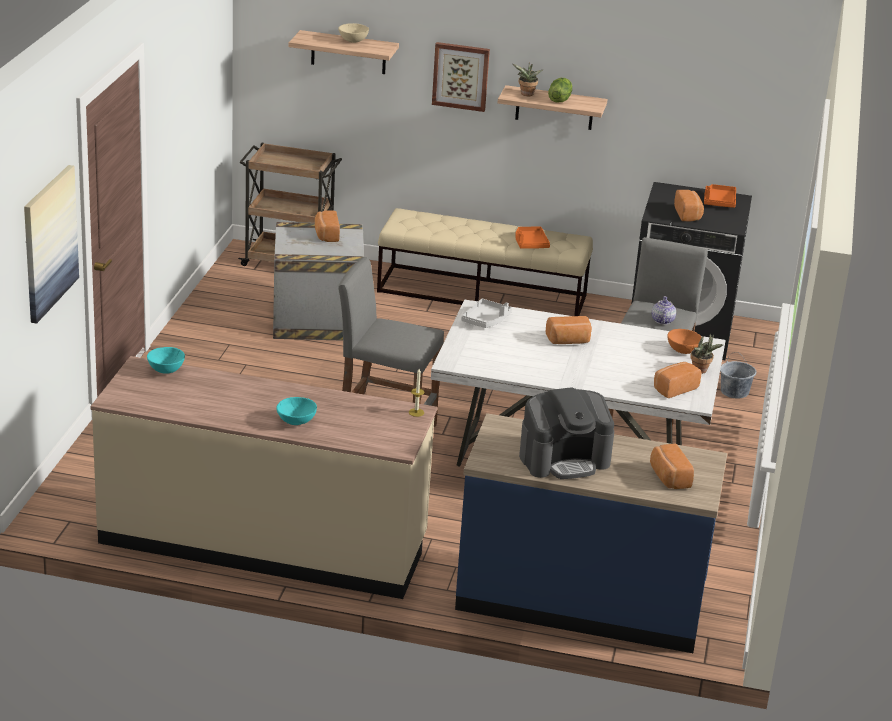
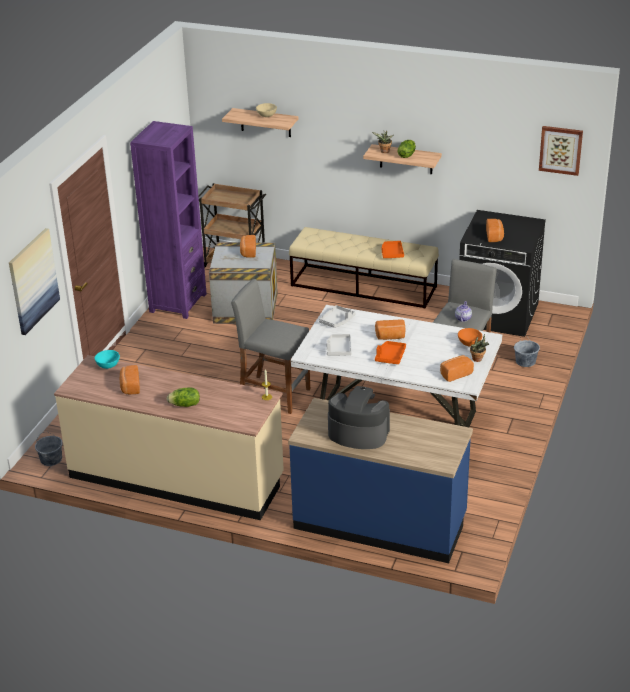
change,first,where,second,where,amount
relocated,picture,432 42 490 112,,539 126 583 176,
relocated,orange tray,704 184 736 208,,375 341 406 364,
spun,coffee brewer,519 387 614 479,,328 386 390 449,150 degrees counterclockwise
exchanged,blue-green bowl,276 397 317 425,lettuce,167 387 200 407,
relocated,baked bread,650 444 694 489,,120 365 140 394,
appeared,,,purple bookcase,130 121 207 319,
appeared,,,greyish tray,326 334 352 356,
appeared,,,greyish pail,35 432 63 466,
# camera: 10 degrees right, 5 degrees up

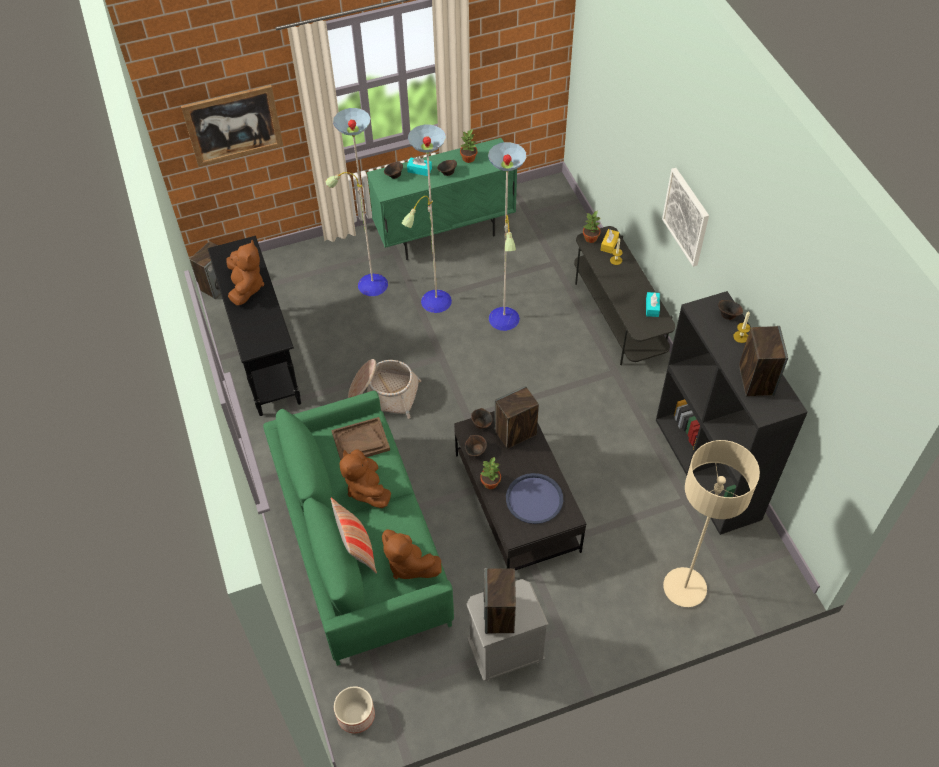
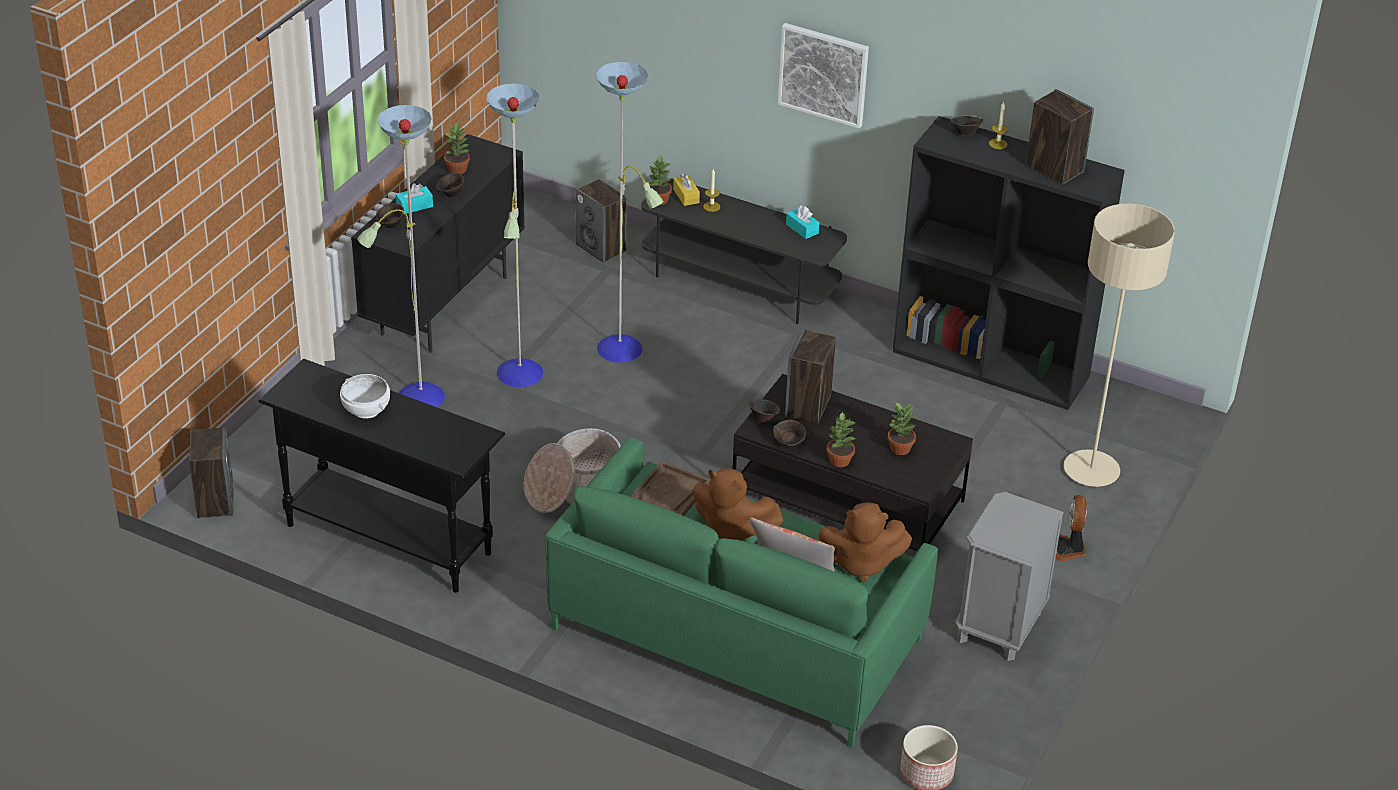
change,first,where,second,where,amount
missing,picture,181 85 283 167,,,
colour,greenish storage cabinet,367 138 517 260,black-coloured storage cabinet,351 134 525 353,
exchanged,brownish plush toy,227 240 264 306,whitish bowl,340 374 390 419,
exchanged,blue-coloured tray,506 473 563 524,potted plant,888 402 917 455,
relocated,speaker,484 568 516 634,,576 179 626 263,
appeared,,,electric fan,1055 495 1086 561,
# camera: 45 degrees left, 15 degrees down

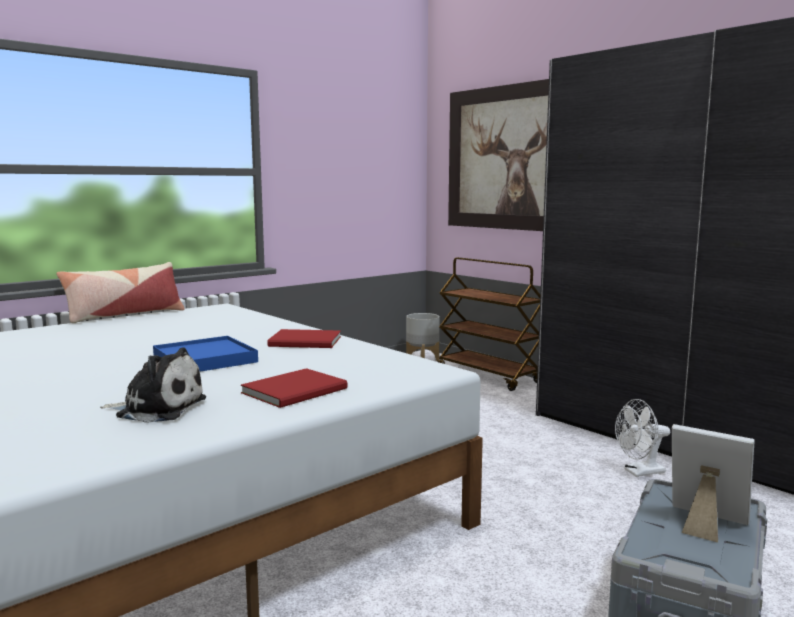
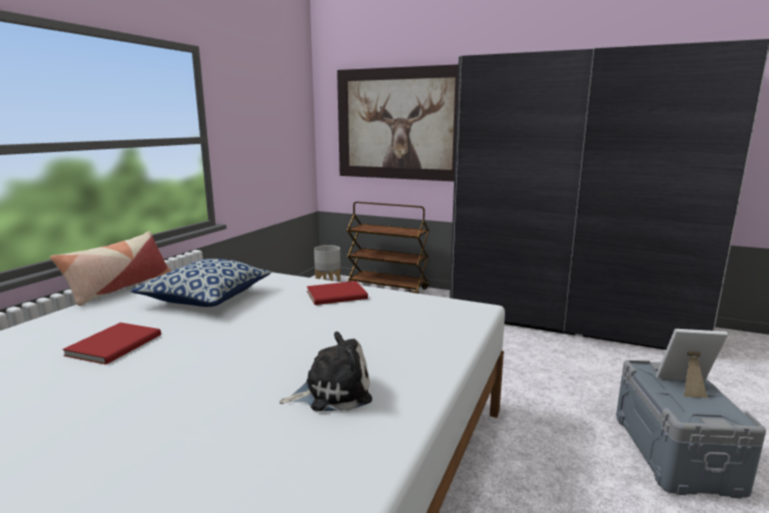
change,first,where,second,where,amount
missing,blue-coloured tray,153 336 258 372,,,
relocated,reddish book,241 368 348 408,,62 322 161 365,
missing,whitish electric fan,615 399 670 477,,,
appeared,,,pillow,131 259 272 307,
# camera: 25 degrees left, 5 degrees up

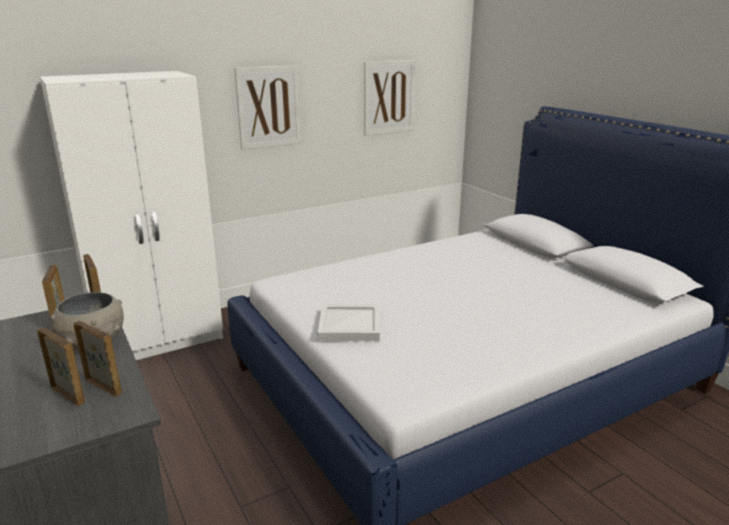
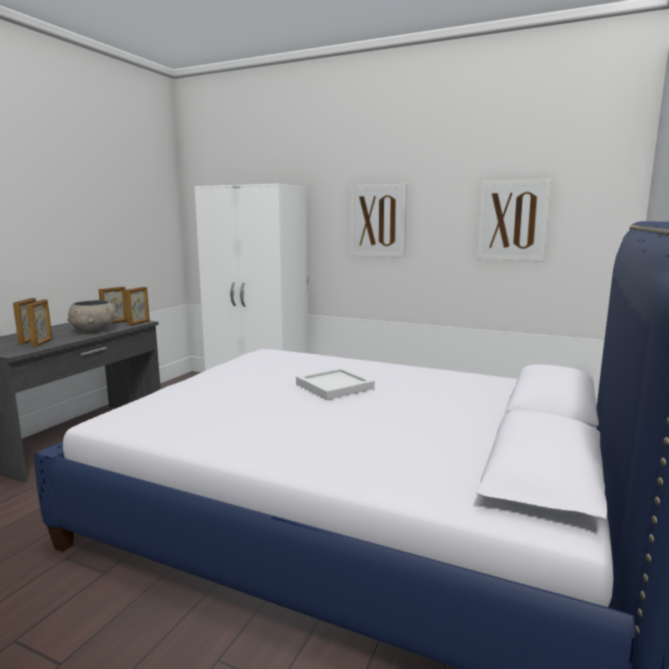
change,first,where,second,where,amount
relocated,whitish tray,318 304 380 341,,296 368 375 400,
# camera: 55 degrees right, 10 degrees down

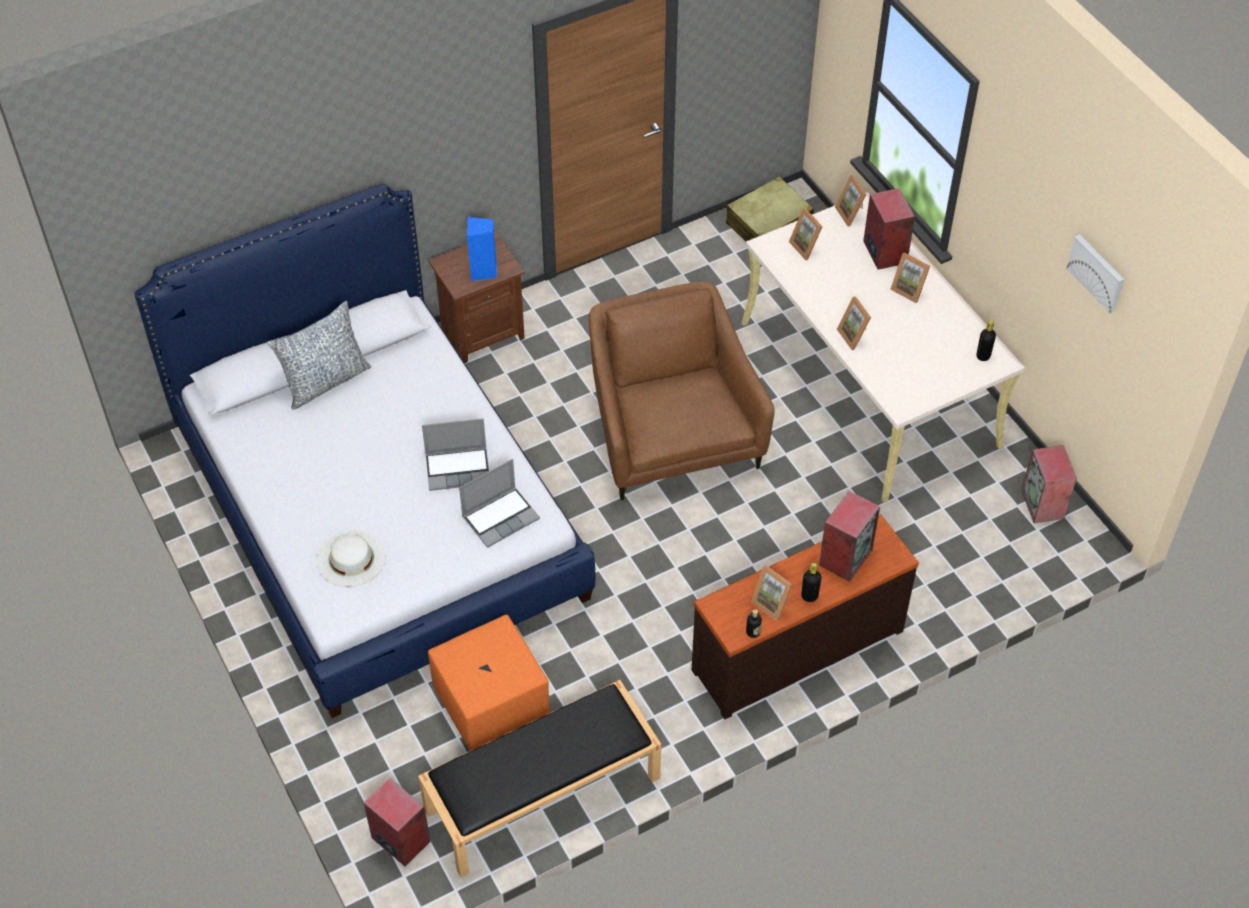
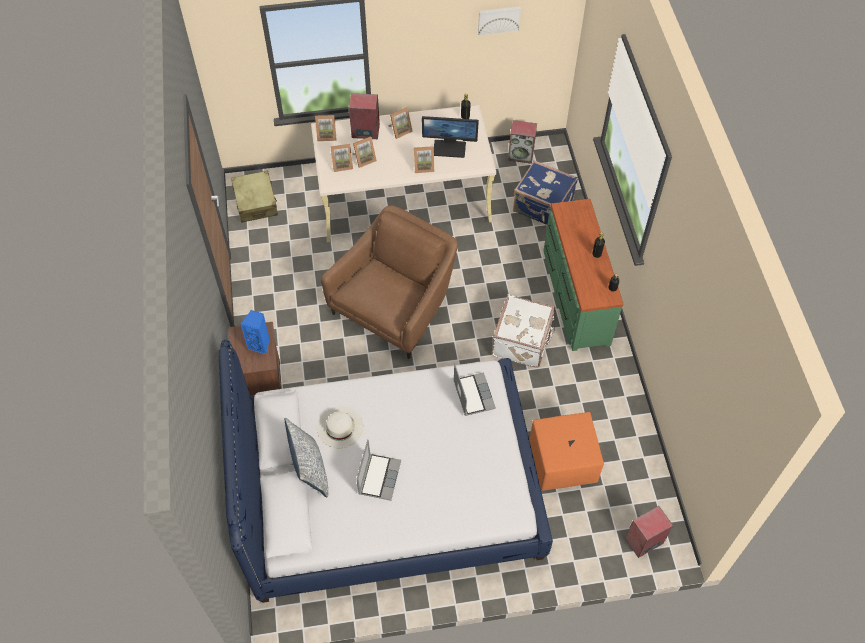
change,first,where,second,where,amount
spun,brownish easy chair,589 281 775 500,,321 205 458 359,120 degrees clockwise
relocated,portable computer,422 419 489 491,,356 439 401 501,
missing,speaker,819 491 880 582,,,
colour,brownish drawer chest,692 514 919 719,greenish drawer chest,543 199 623 351,
relocated,whitish hat,317 530 386 587,,317 406 363 448,
relocated,photo frame,751 565 792 621,,352 136 377 168,
missing,black-coloured bench,418 680 661 878,,,
appeared,,,computer display,422 116 479 158,
appeared,,,blue-coloured suitcase,513 160 578 225,
appeared,,,whitish suitcase,492 294 555 367,
# camera: 70 degrees left, 5 degrees up

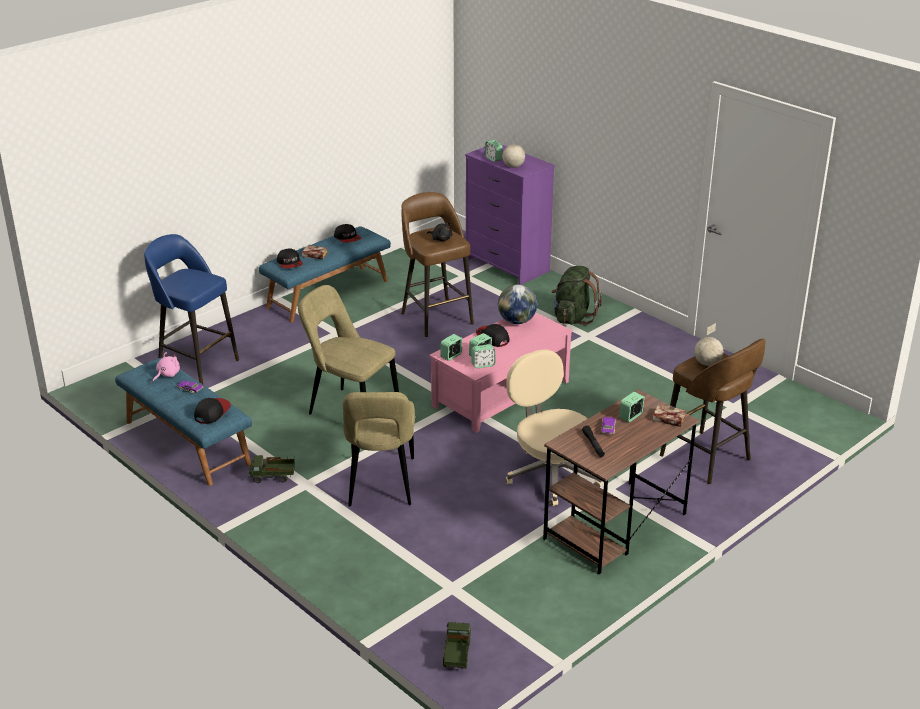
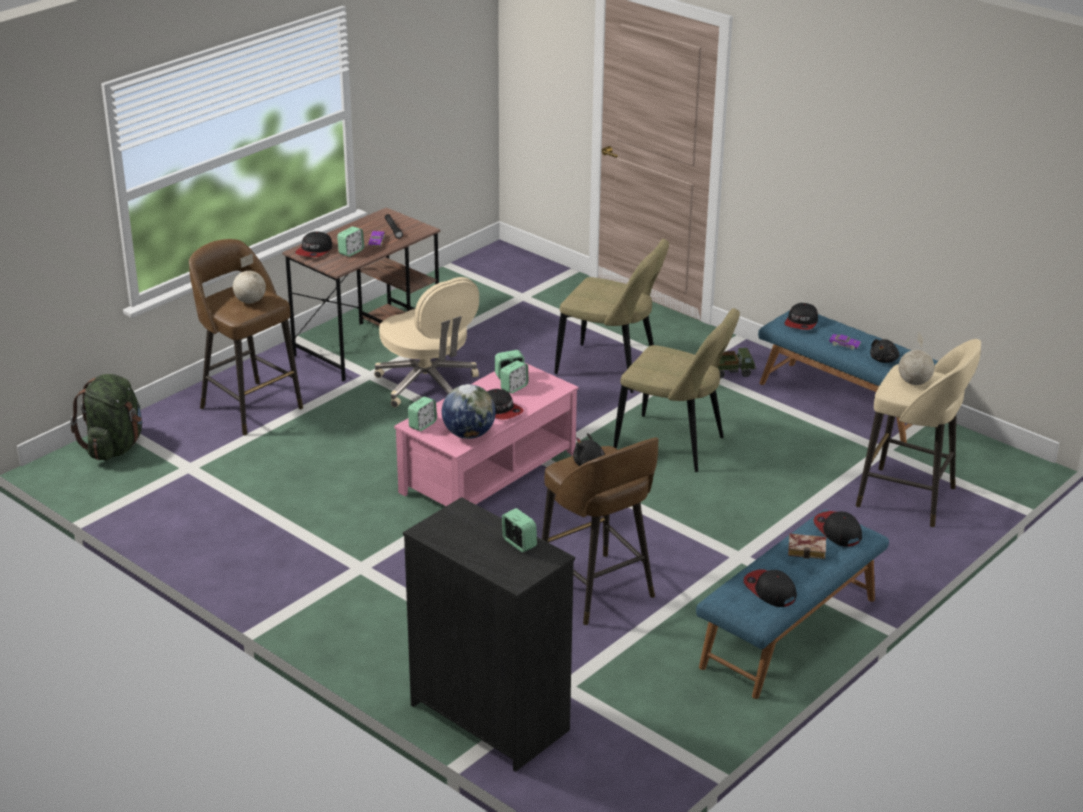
change,first,where,second,where,amount
relocated,world globe,502 134 525 168,,898 331 934 385,
colour,purple drawer chest,465 144 555 285,black-coloured drawer chest,403 497 575 772,
colour,blue-coloured sitting stool,144 234 239 384,sand-coloured sitting stool,856 339 981 527,
relocated,greenish rucksack,551 266 602 325,,71 374 143 460,
relocated,bedside clock,440 334 463 361,,408 396 437 431,
colour,pink-coloured plush toy,153 352 180 382,black-coloured plush toy,870 339 900 363,
spun,sand-coloured chair,343 392 415 507,,554 239 669 393,120 degrees clockwise
exchanged,book,652 405 686 427,baseball cap,295 231 332 257,
missing,model truck,443 622 471 669,,,
# camera: 175 degrees right, 0 degrees up

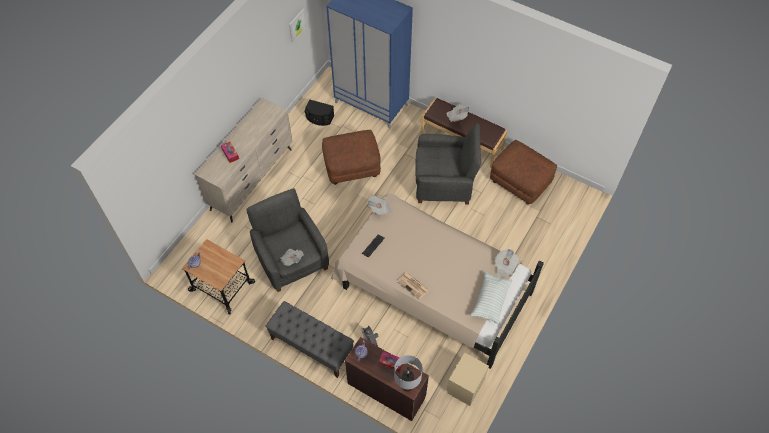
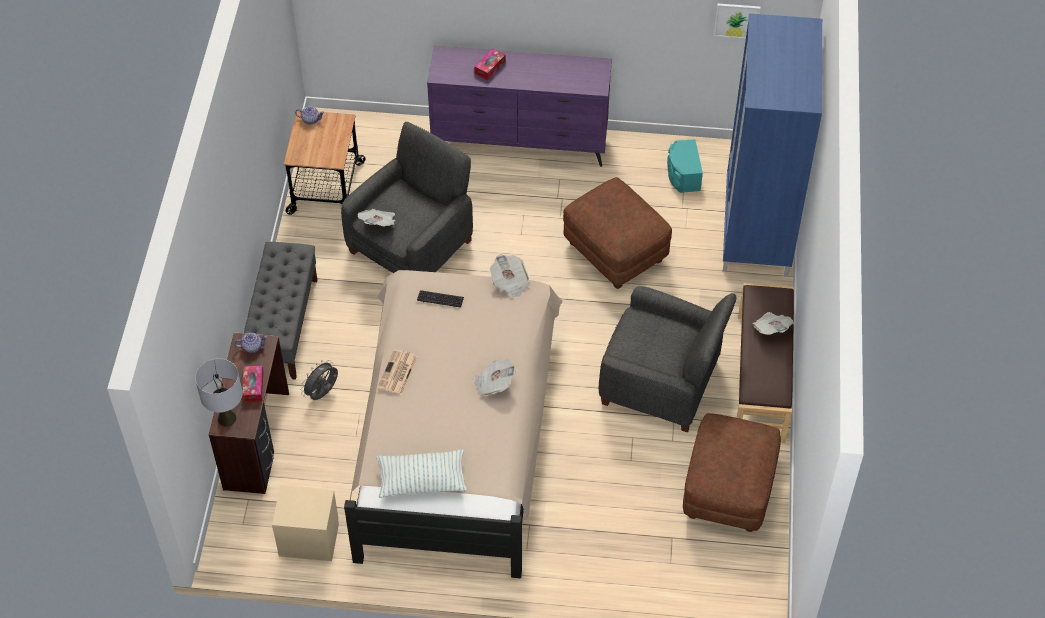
change,first,where,second,where,amount
colour,sand-coloured drawer chest,194 98 292 222,purple drawer chest,427 45 612 167,
colour,black-coloured speaker,305 99 334 126,blue-green speaker,667 139 703 193,
spun,greyish easy chair,415 123 481 205,,599 286 737 432,45 degrees counterclockwise
relocated,newspaper,495 249 520 276,,473 359 516 396,
# camera: 65 degrees right, 5 degrees down

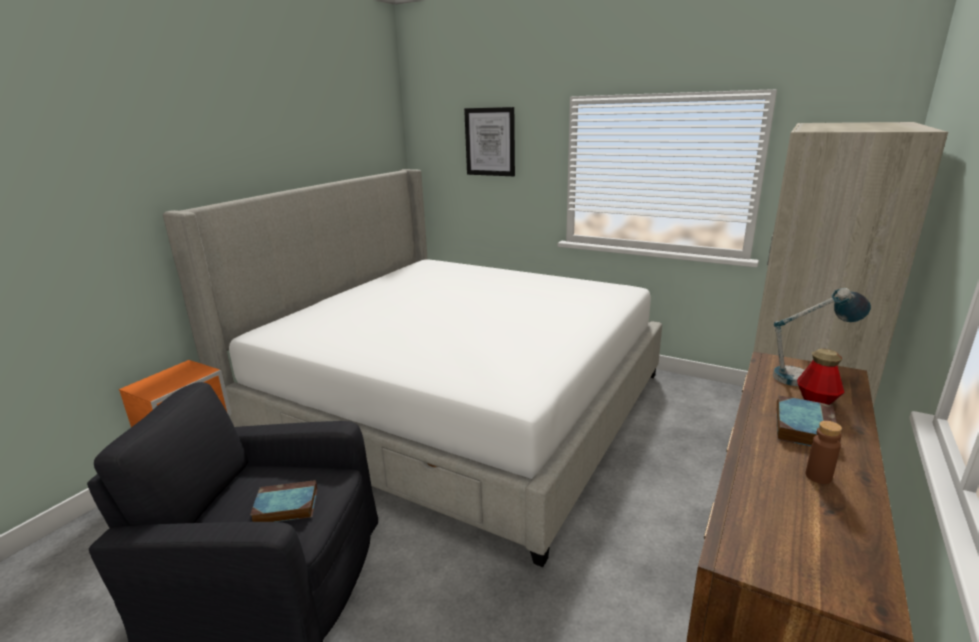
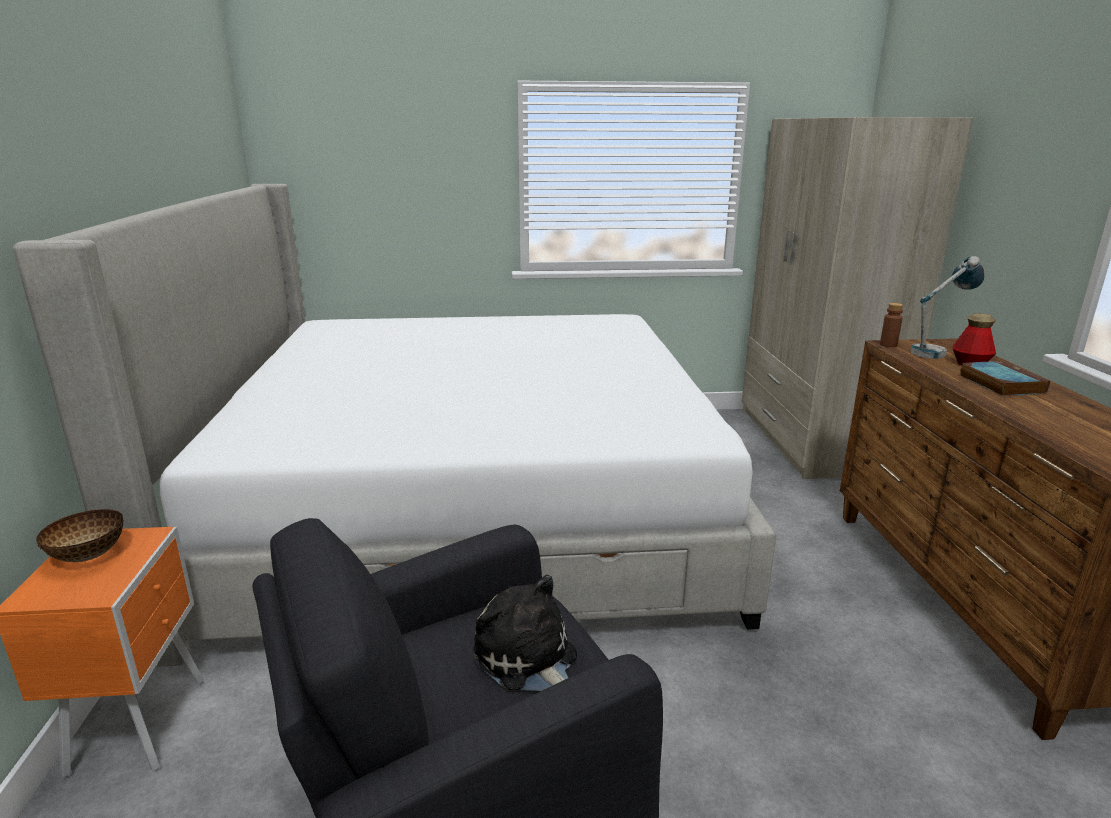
change,first,where,second,where,amount
missing,picture,464 107 515 176,,,
relocated,brownish drink bottle,805 421 842 484,,880 303 903 347,
exchanged,book,250 480 317 522,plush toy,473 575 577 691,
appeared,,,bowl,36 509 123 562,
# camera: 35 degrees left, 0 degrees up

